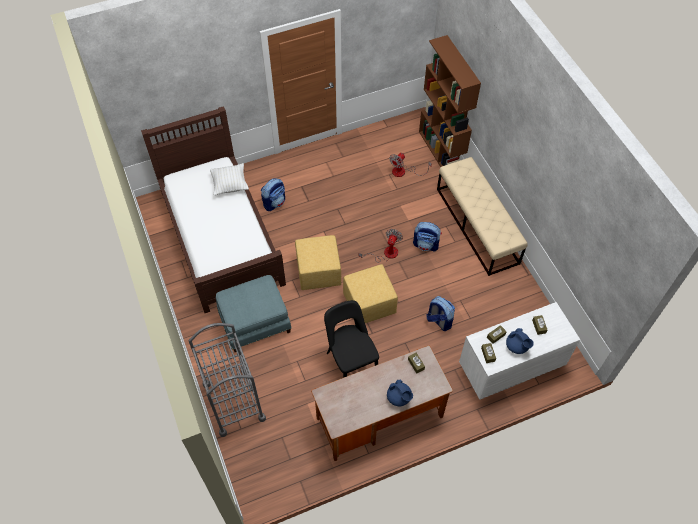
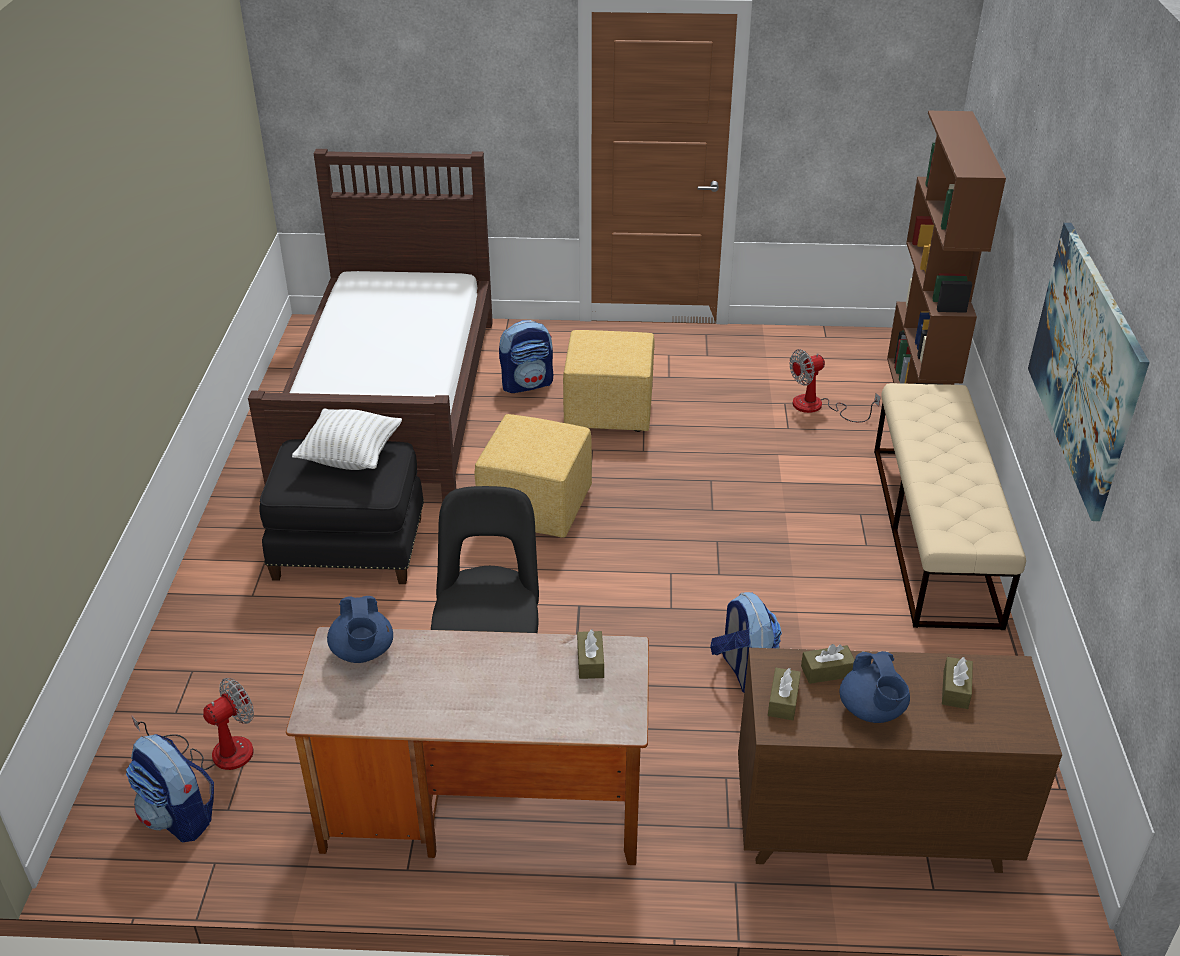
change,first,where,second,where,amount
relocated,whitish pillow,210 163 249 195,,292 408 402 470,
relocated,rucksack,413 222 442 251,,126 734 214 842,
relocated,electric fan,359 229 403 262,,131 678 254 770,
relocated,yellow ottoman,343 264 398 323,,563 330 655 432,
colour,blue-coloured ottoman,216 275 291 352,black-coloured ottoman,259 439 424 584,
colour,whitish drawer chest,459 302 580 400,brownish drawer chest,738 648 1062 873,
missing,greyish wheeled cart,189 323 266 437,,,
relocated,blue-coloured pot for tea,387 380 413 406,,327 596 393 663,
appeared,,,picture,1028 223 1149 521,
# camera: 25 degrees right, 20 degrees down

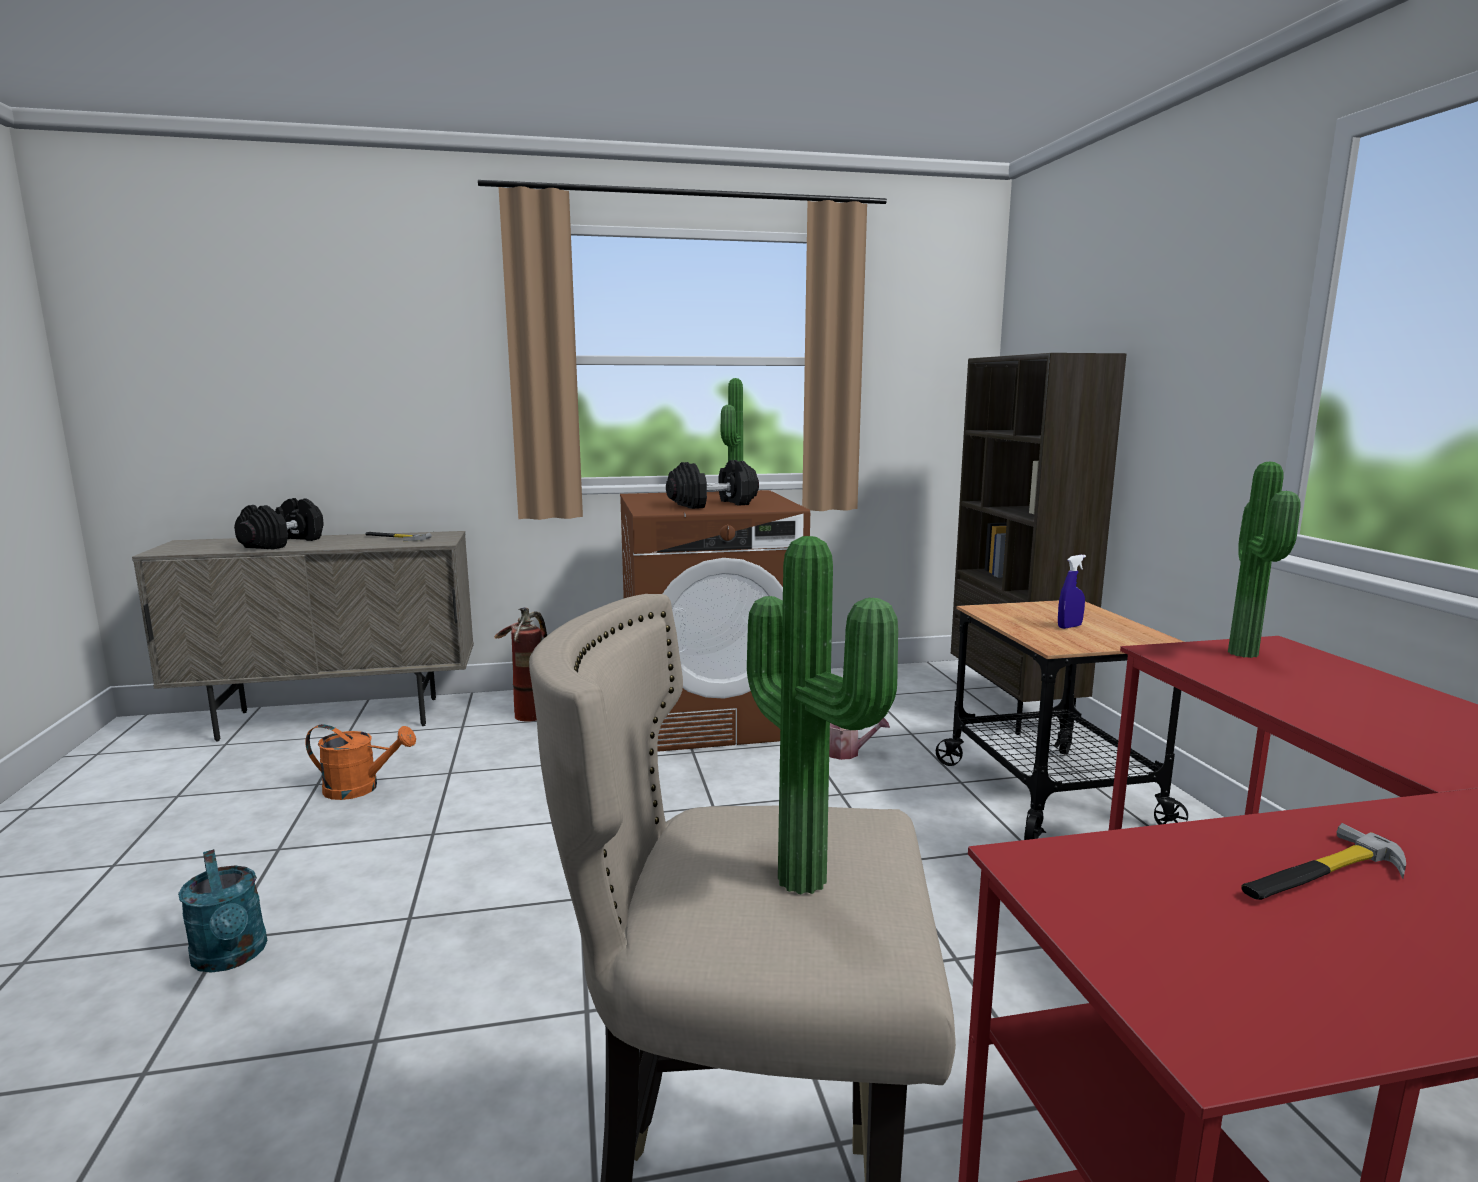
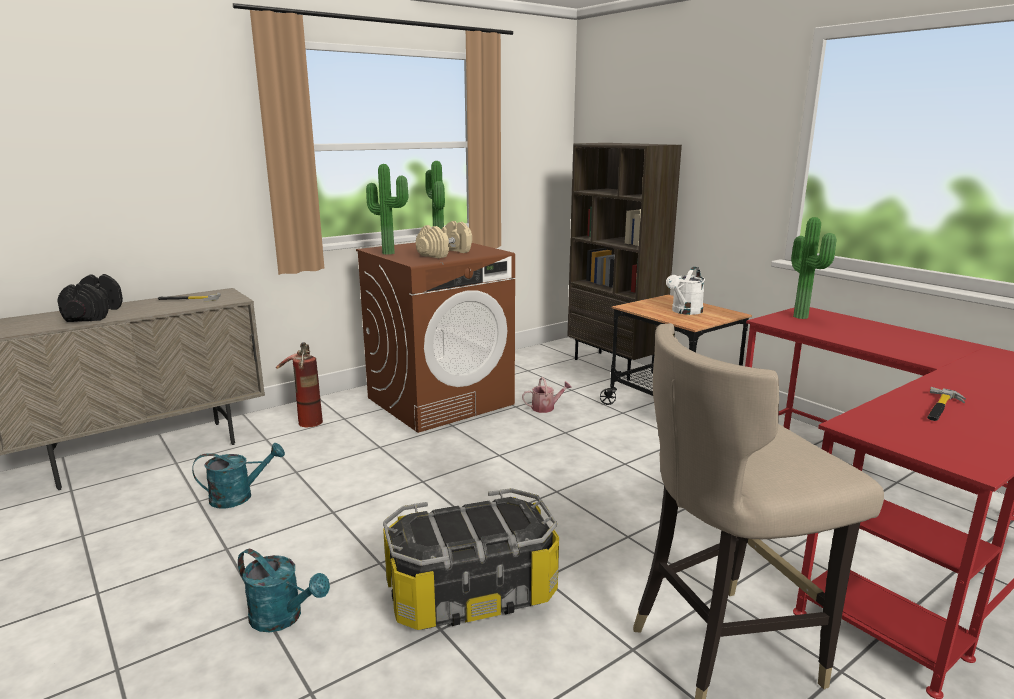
change,first,where,second,where,amount
colour,black-coloured free weight,666 460 759 509,sand-coloured free weight,416 221 472 258,
relocated,potted plant,747 536 898 894,,366 164 408 254,
exchanged,blue-coloured sprayer,1058 555 1086 629,whitish watering pot,666 267 705 315,
colour,orange watering pot,305 724 416 800,blue-green watering pot,192 443 285 508,
appeared,,,storage box,383 488 559 630,
# camera: 25 degrees left, 5 degrees up

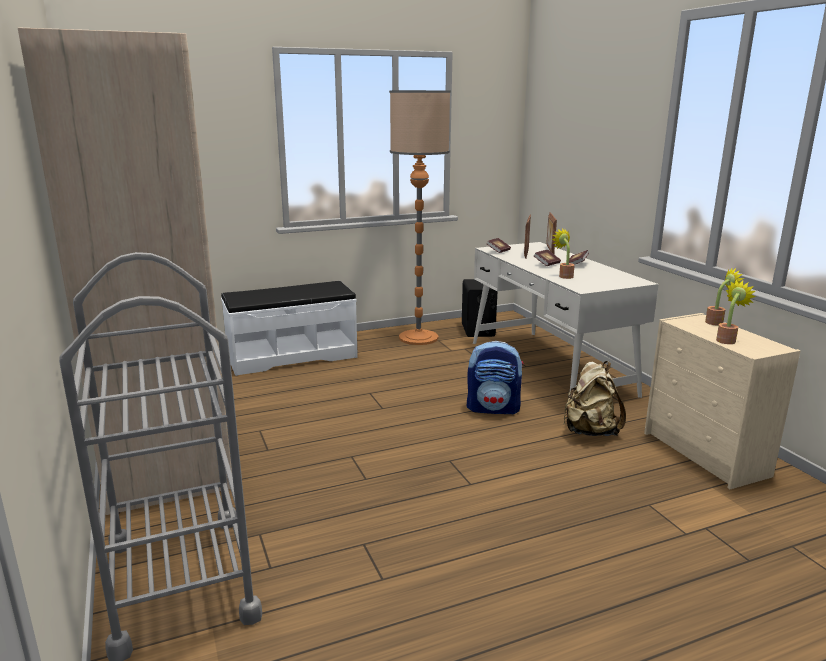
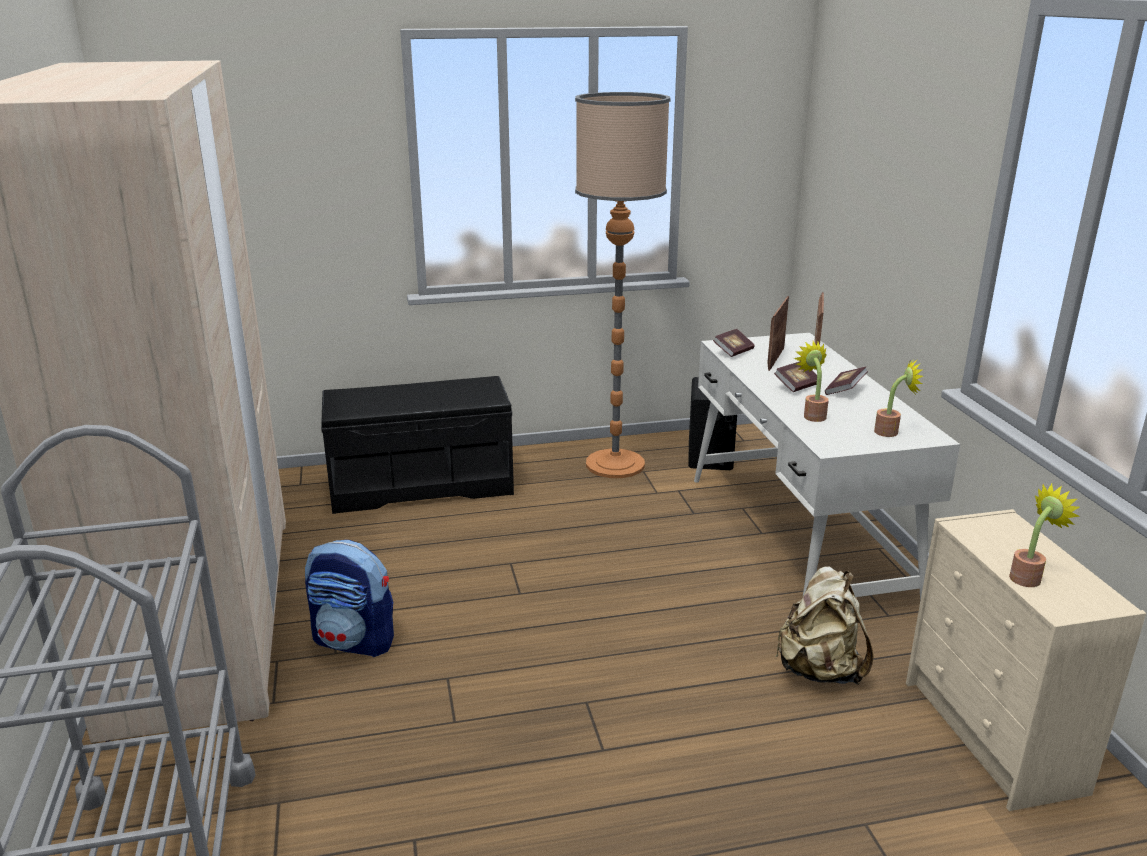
change,first,where,second,where,amount
relocated,potted plant,705 267 744 325,,874 358 923 437,
colour,whitish bench,221 281 358 376,black-coloured bench,321 376 514 514,
relocated,rucksack,467 341 524 415,,305 540 394 657,
# camera: 10 degrees right, 5 degrees up

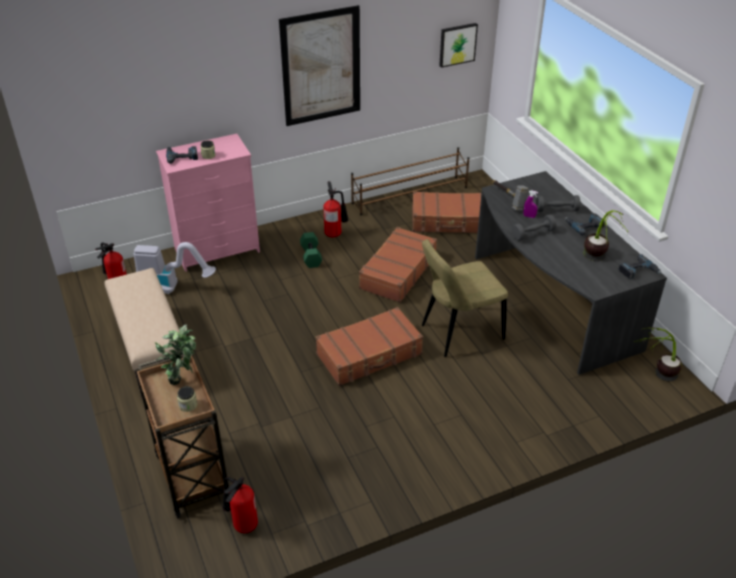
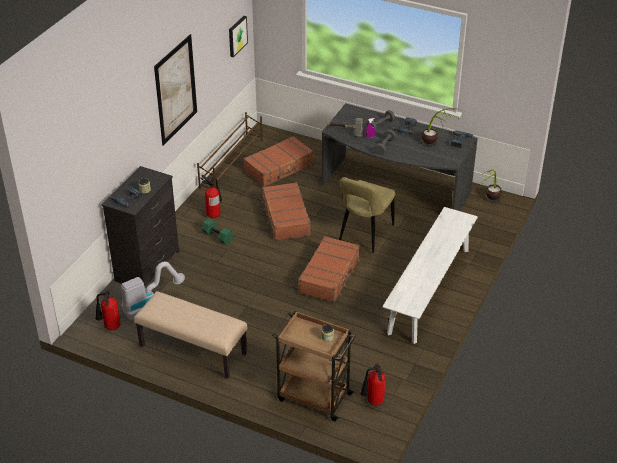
change,first,where,second,where,amount
colour,pink-coloured drawer chest,156 134 260 272,black-coloured drawer chest,102 166 179 287,
missing,potted plant,154 324 196 385,,,
appeared,,,whitish bench,382 207 478 344,
# camera: 40 degrees left, 0 degrees up

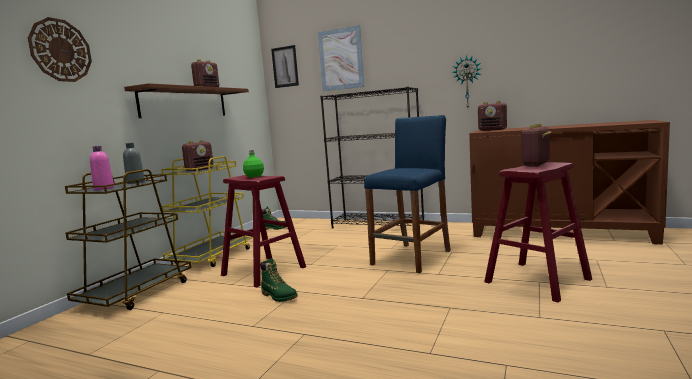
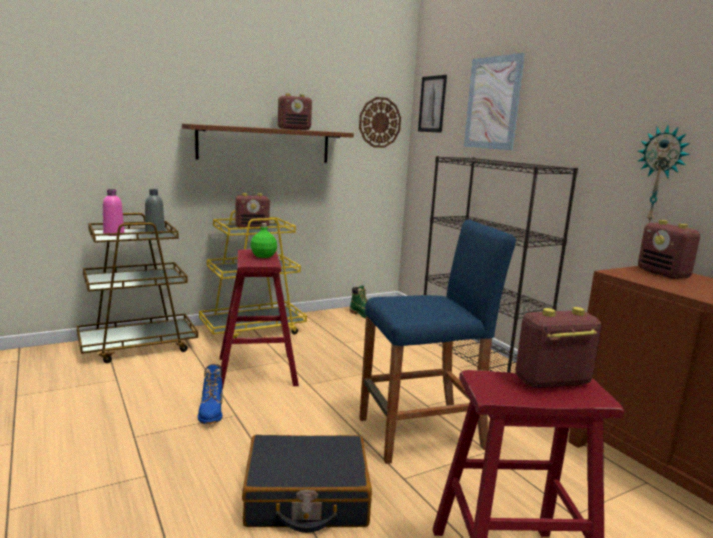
change,first,where,second,where,amount
relocated,hanging clock,28 17 92 82,,359 97 401 148,
colour,greenish boot,260 258 298 302,blue-coloured boot,198 364 223 424,
appeared,,,black-coloured suitcase,242 435 372 533,
# camera: 35 degrees right, 5 degrees up

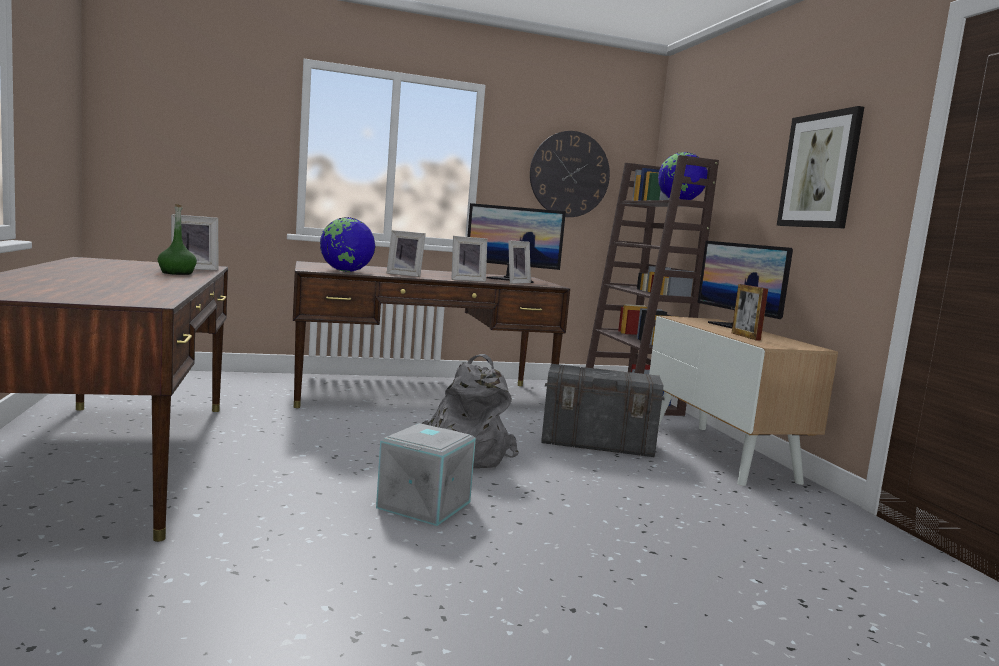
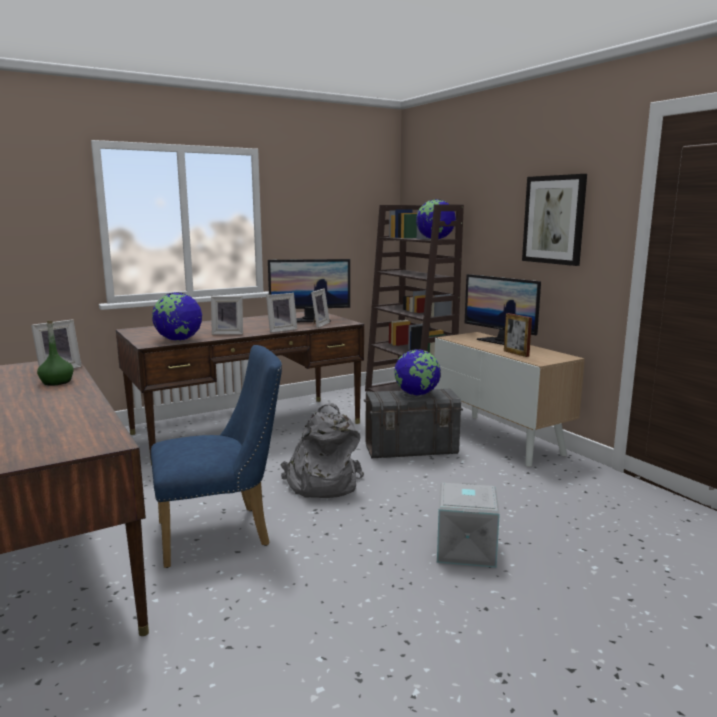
change,first,where,second,where,amount
missing,hanging clock,530 131 610 217,,,
relocated,greyish storage box,376 423 476 526,,437 483 500 568,
appeared,,,blue-coloured chair,151 345 282 568,
appeared,,,world globe,394 349 441 395,
# camera: 15 degrees left, 5 degrees up

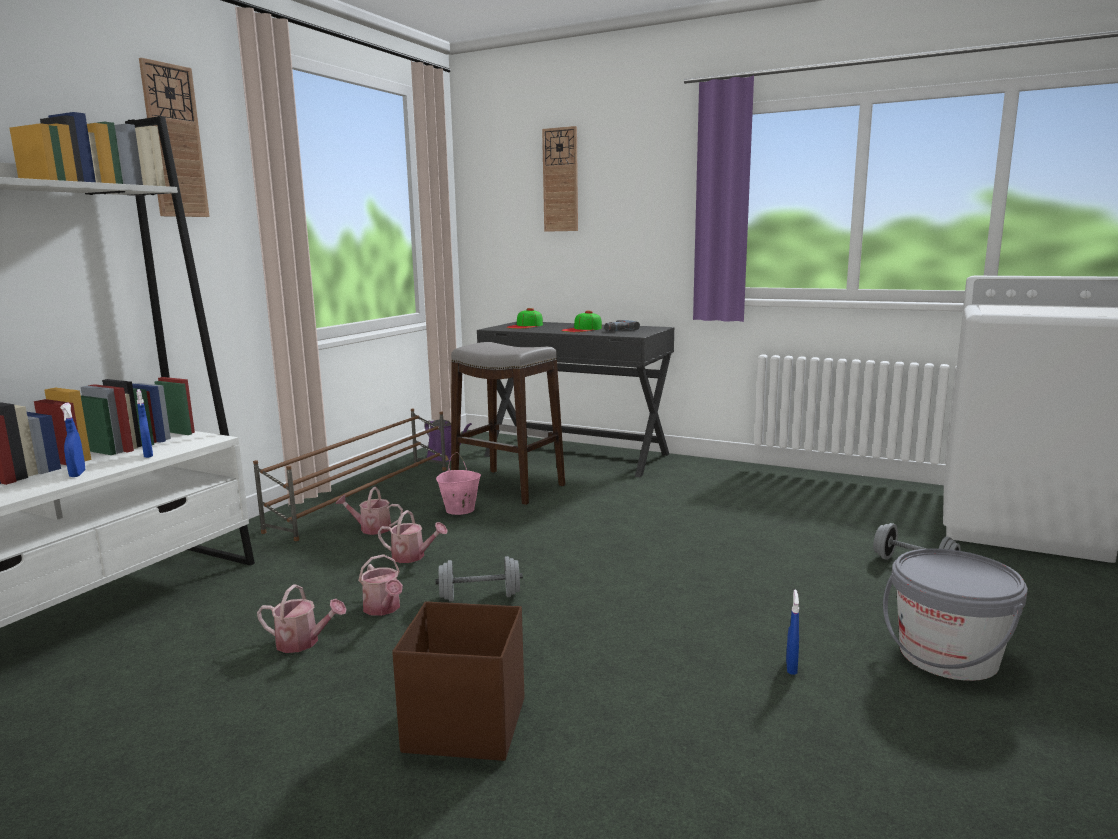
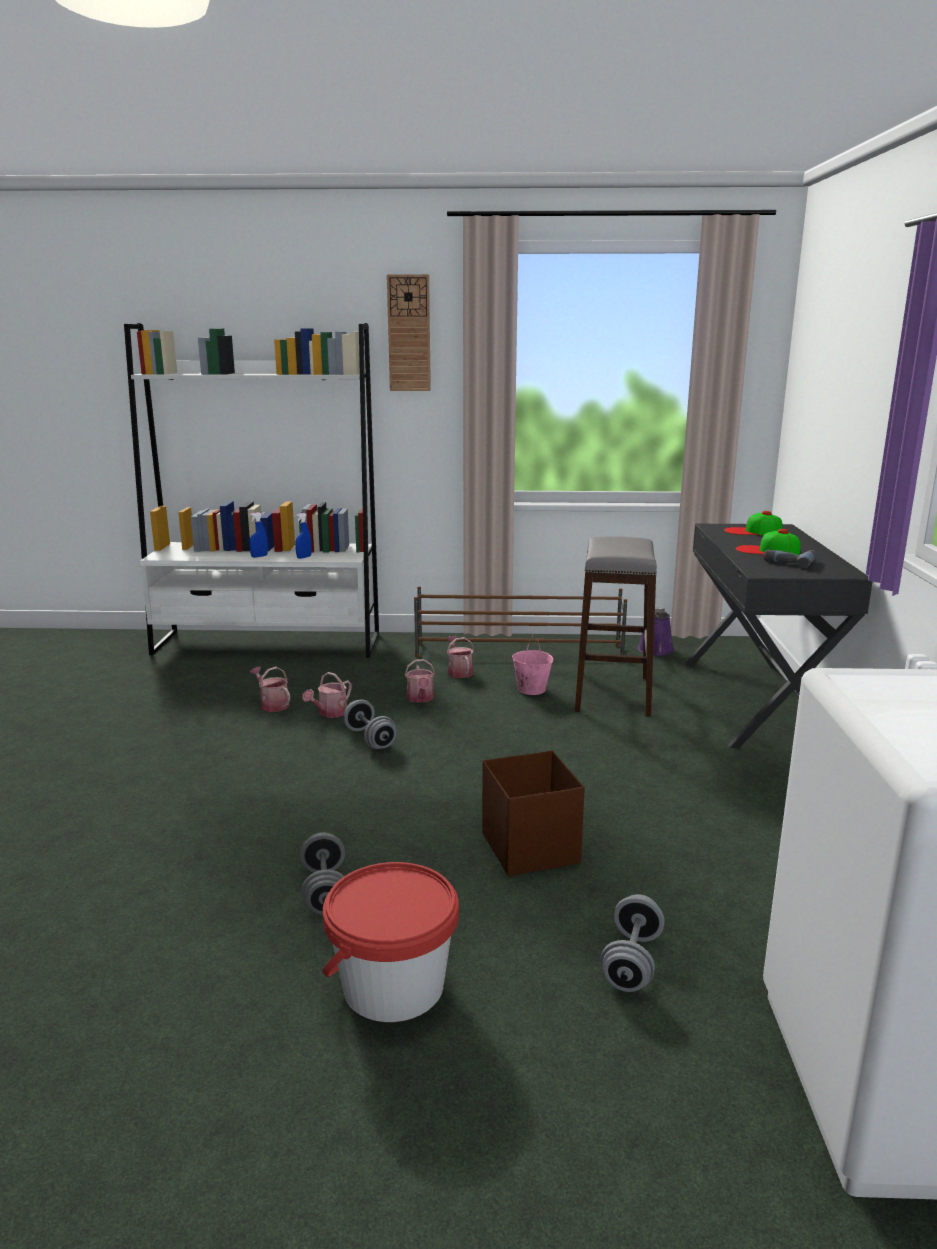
change,first,where,second,where,amount
missing,hanging clock,542 126 578 232,,,
colour,greyish pail,883 549 1028 681,reddish pail,322 862 459 1022,
spun,watering pot,257 584 346 653,,250 667 290 712,150 degrees clockwise
exchanged,blue-coloured sprayer,786 590 799 675,greyish free weight,300 832 345 915,
relocated,brownish storage box,392 601 524 761,,482 751 585 876,
# camera: 65 degrees right, 5 degrees up

